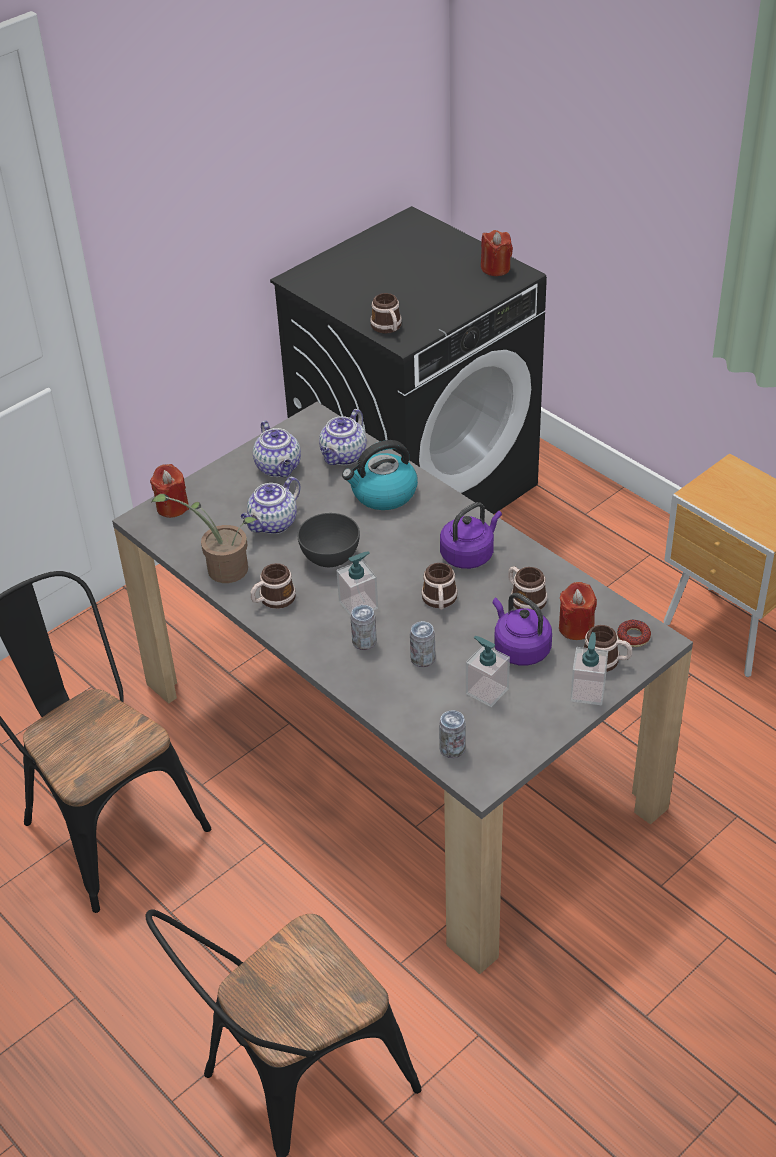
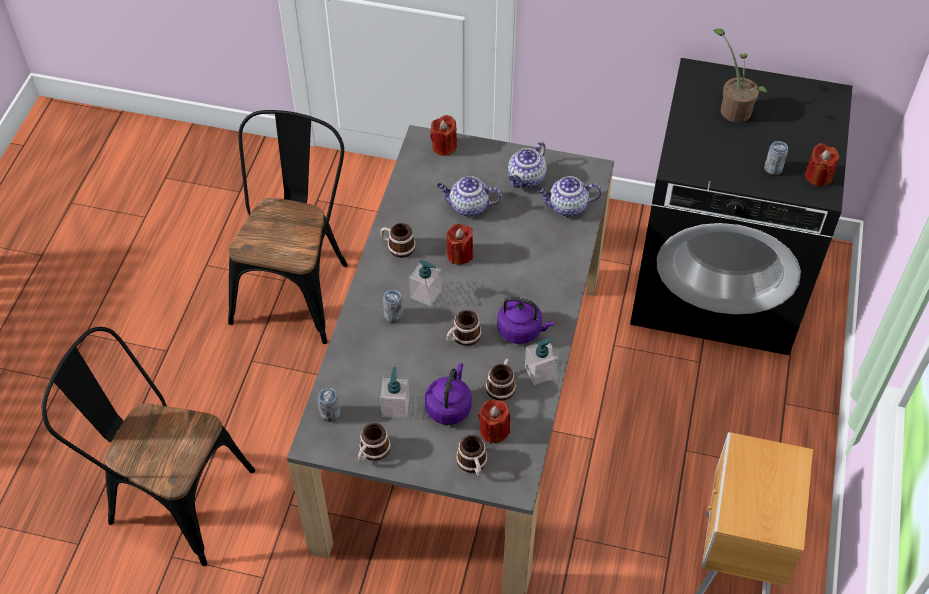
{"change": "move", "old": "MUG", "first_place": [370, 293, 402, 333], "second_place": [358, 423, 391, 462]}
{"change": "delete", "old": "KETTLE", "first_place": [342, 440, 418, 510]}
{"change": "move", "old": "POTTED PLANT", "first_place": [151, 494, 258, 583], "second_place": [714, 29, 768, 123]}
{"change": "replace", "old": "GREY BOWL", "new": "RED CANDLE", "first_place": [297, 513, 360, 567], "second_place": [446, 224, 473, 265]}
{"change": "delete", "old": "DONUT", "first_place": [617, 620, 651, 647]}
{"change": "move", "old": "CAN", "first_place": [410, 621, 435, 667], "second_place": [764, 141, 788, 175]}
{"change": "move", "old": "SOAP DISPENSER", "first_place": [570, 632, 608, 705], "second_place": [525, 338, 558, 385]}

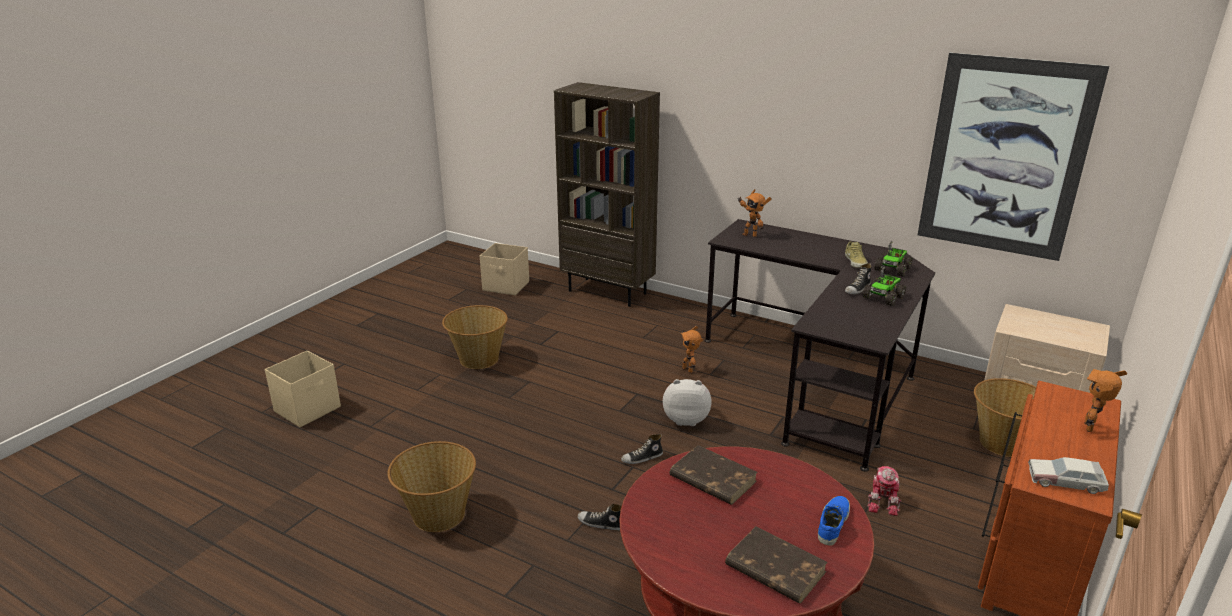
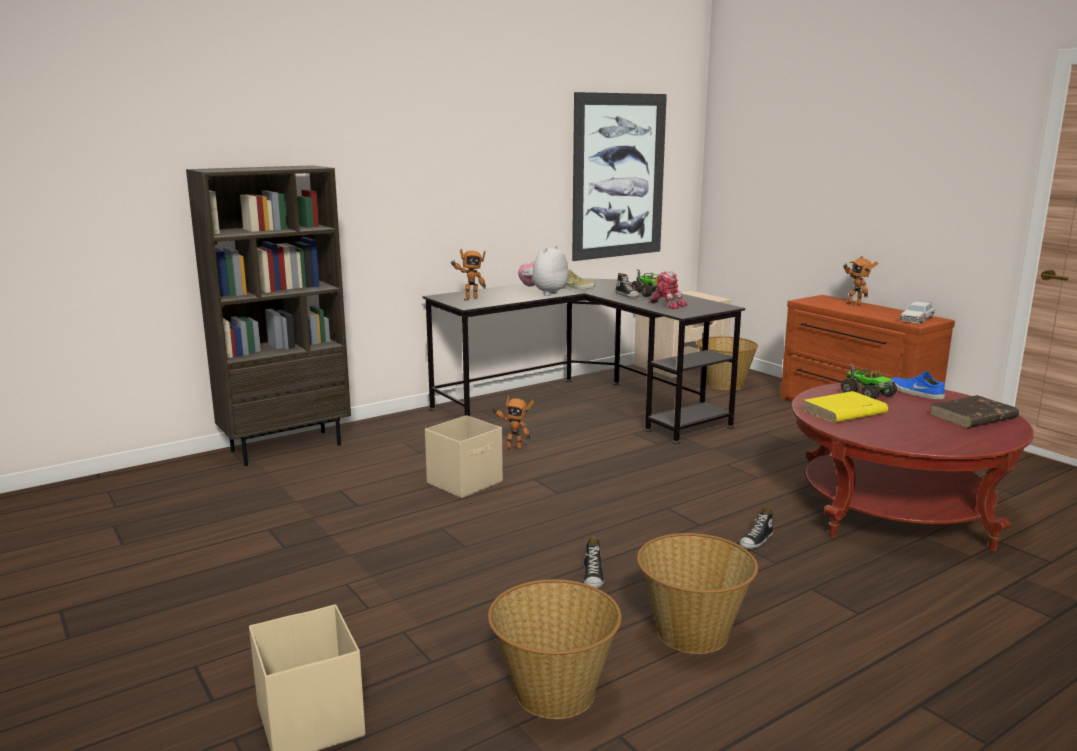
{"change": "move", "old": "TOY TRUCK", "first_place": [874, 241, 913, 277], "second_place": [841, 364, 897, 399]}
{"change": "move", "old": "BEIGE STORAGE BOX", "first_place": [480, 243, 529, 295], "second_place": [425, 415, 503, 498]}
{"change": "move", "old": "BASKET", "first_place": [442, 305, 508, 369], "second_place": [488, 579, 622, 719]}
{"change": "move", "old": "PLUSH TOY", "first_place": [663, 379, 712, 426], "second_place": [518, 245, 568, 296]}
{"change": "move", "old": "SHOE", "first_place": [621, 434, 663, 464], "second_place": [583, 536, 604, 588]}
{"change": "recolor", "old": "BROWN BOOK", "new": "YELLOW BOOK", "first_place": [669, 445, 758, 505], "second_place": [803, 391, 888, 423]}
{"change": "move", "old": "TOY ROBOT", "first_place": [867, 466, 901, 516], "second_place": [649, 271, 688, 309]}

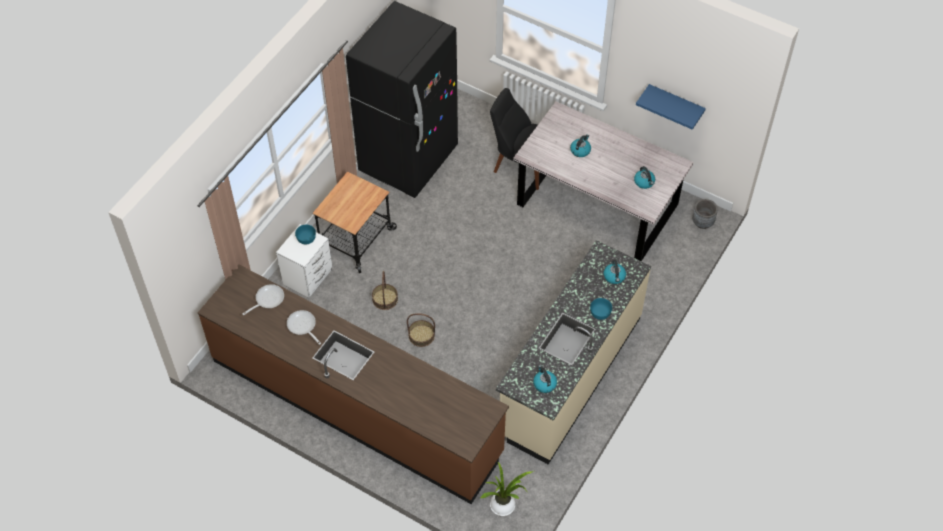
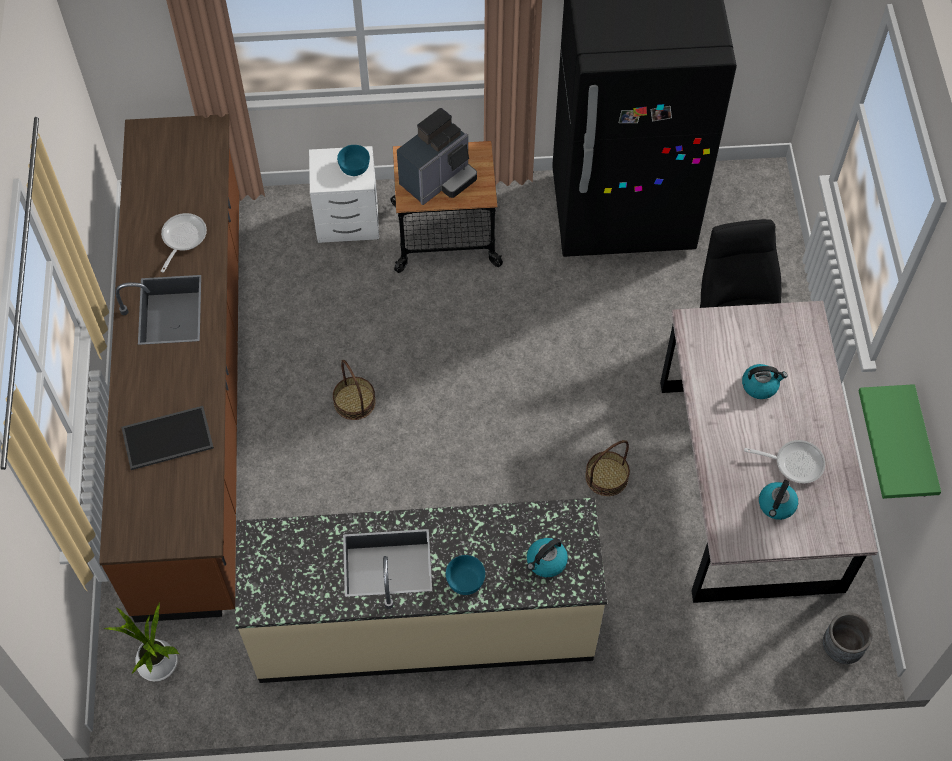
{"change": "recolor", "old": "BLUE SHELF", "new": "GREEN SHELF", "first_place": [636, 84, 706, 130], "second_place": [859, 384, 941, 499]}
{"change": "move", "old": "BASKET", "first_place": [372, 271, 398, 310], "second_place": [585, 440, 630, 496]}
{"change": "move", "old": "FRYING PAN", "first_place": [243, 284, 284, 315], "second_place": [744, 440, 825, 483]}
{"change": "delete", "old": "KETTLE", "first_place": [533, 365, 557, 393]}
{"change": "insert", "new": "COFFEE MACHINE", "second_place": [397, 108, 477, 205]}
{"change": "insert", "new": "TRAY", "second_place": [121, 406, 214, 470]}

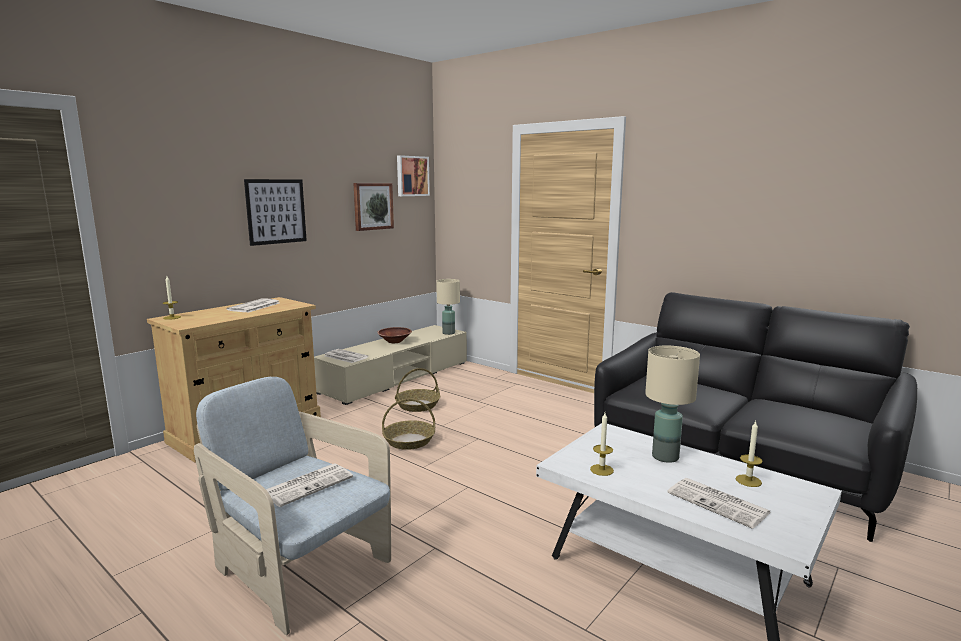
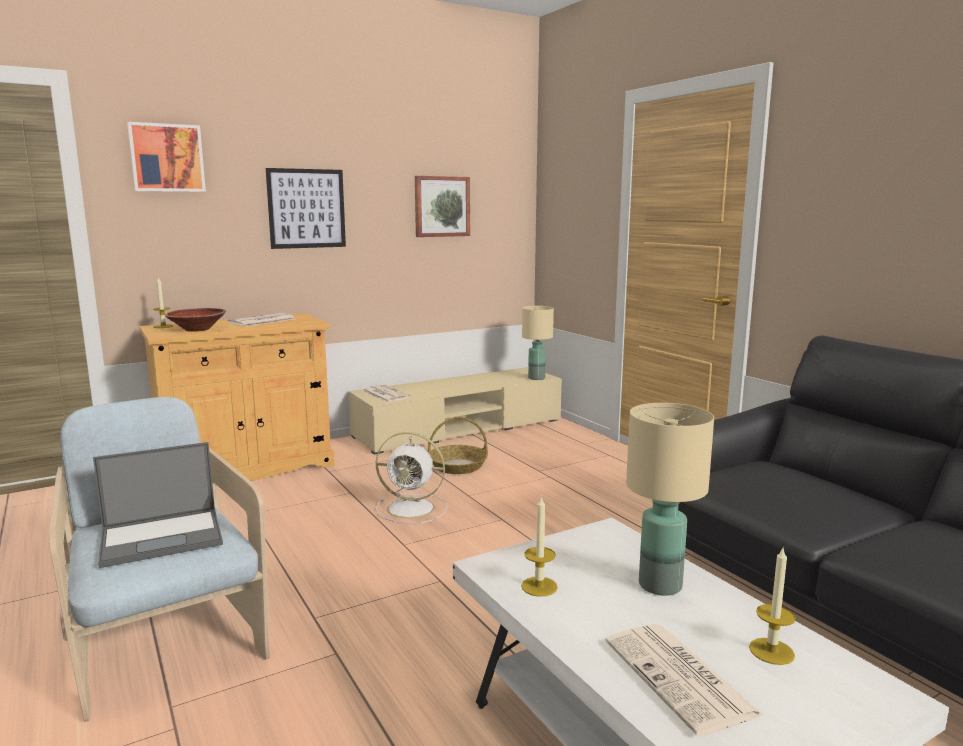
{"change": "move", "old": "PICTURE", "first_place": [397, 155, 430, 196], "second_place": [127, 122, 206, 192]}
{"change": "move", "old": "BROWN BOWL", "first_place": [377, 327, 412, 343], "second_place": [165, 308, 226, 332]}
{"change": "replace", "old": "BASKET", "new": "WHITE FAN", "first_place": [382, 398, 435, 450], "second_place": [376, 432, 448, 524]}
{"change": "replace", "old": "NEWSPAPER", "new": "LAPTOP", "first_place": [266, 463, 353, 507], "second_place": [93, 442, 223, 568]}

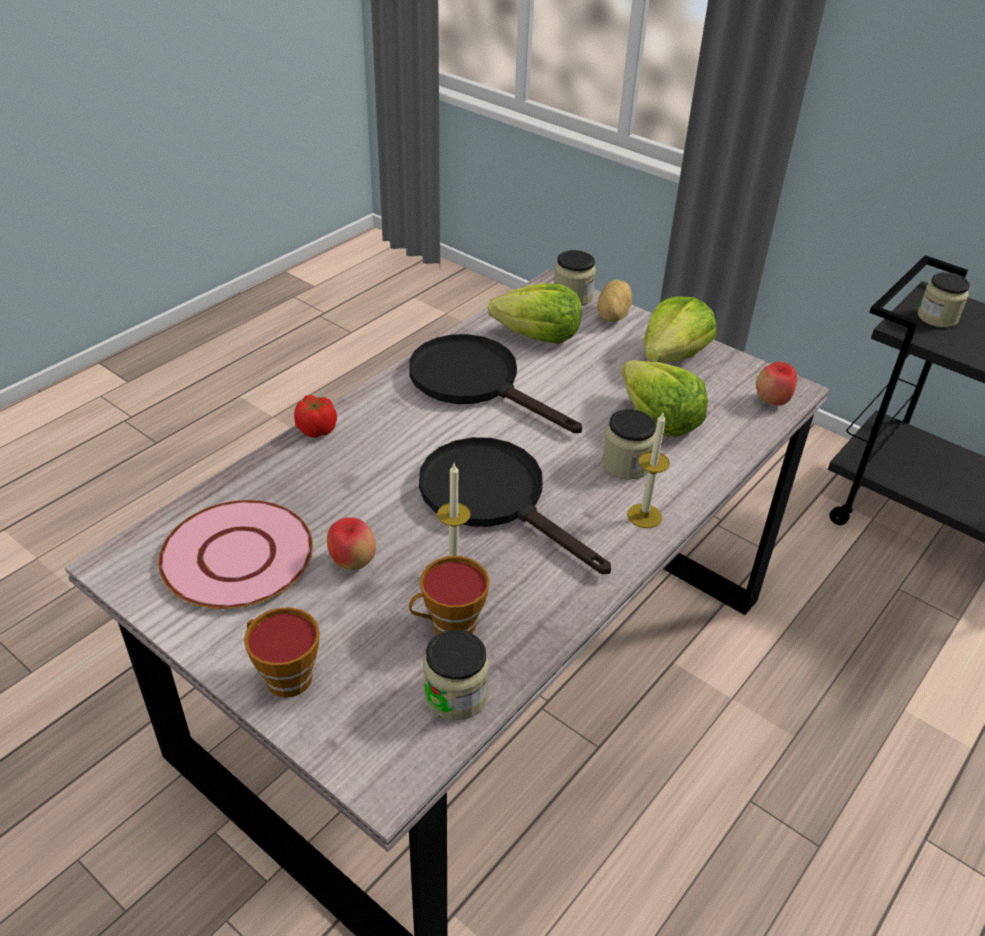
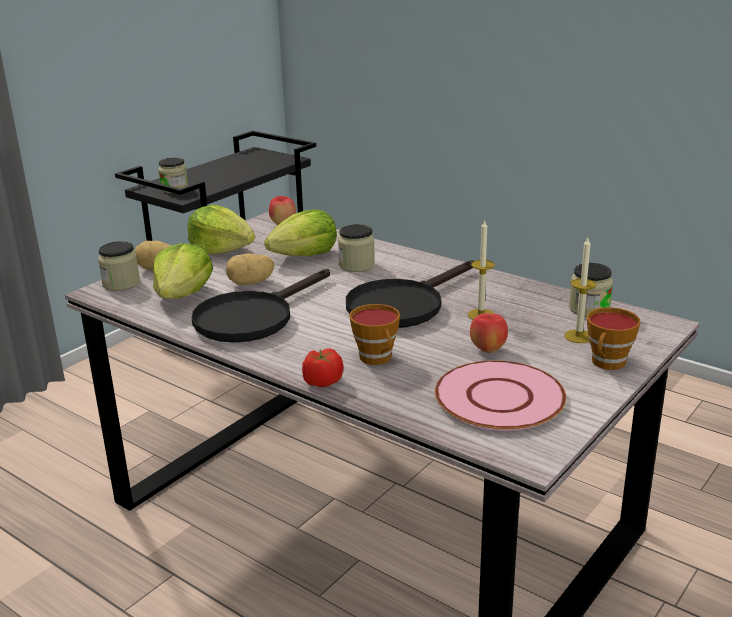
{"change": "move", "old": "CANDLE", "first_place": [627, 413, 670, 528], "second_place": [564, 238, 596, 343]}
{"change": "move", "old": "CUP", "first_place": [409, 556, 490, 634], "second_place": [349, 304, 400, 365]}
{"change": "insert", "new": "POTATO", "second_place": [226, 253, 274, 285]}

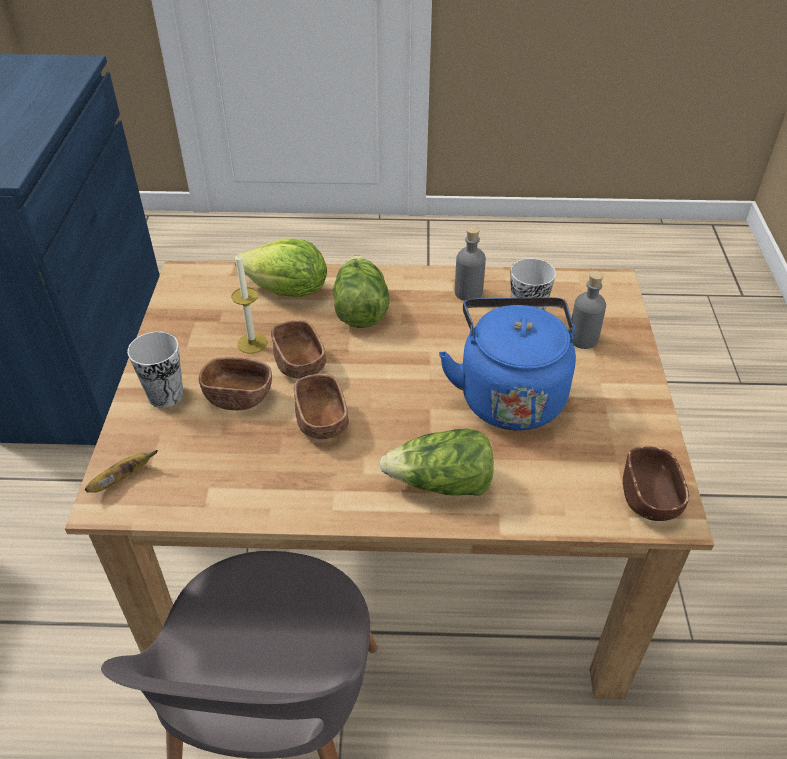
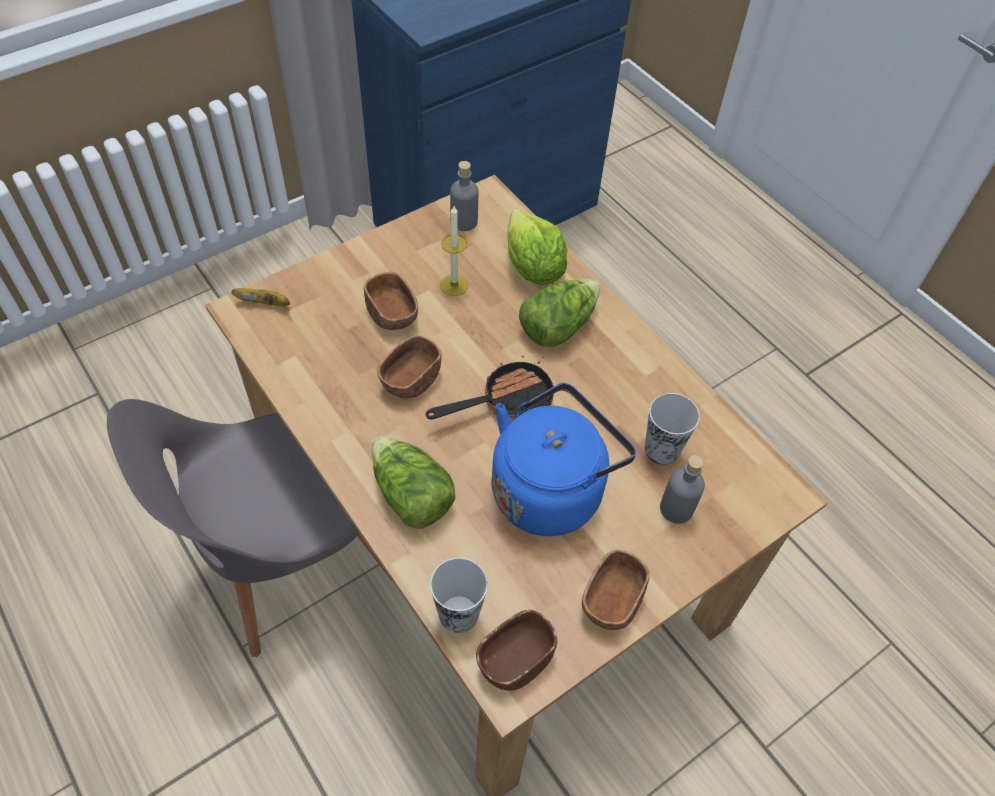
{"change": "move", "old": "GREY BOTTLE", "first_place": [455, 226, 486, 301], "second_place": [450, 161, 478, 231]}
{"change": "move", "old": "BROWN BOWL", "first_place": [271, 320, 326, 379], "second_place": [582, 550, 650, 630]}
{"change": "move", "old": "CUP", "first_place": [127, 331, 183, 408], "second_place": [430, 557, 488, 633]}
{"change": "insert", "new": "FRYING PAN", "second_place": [426, 356, 554, 421]}

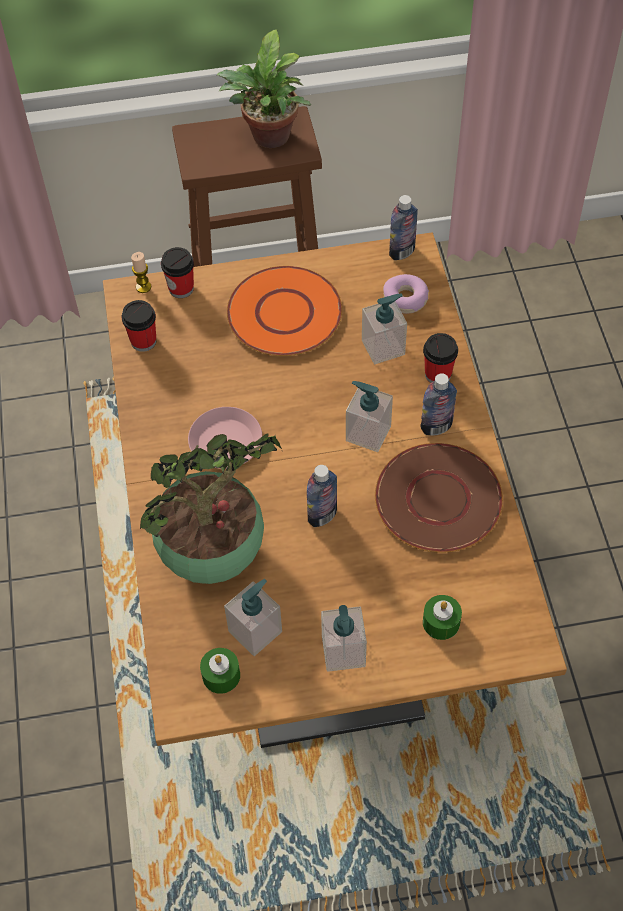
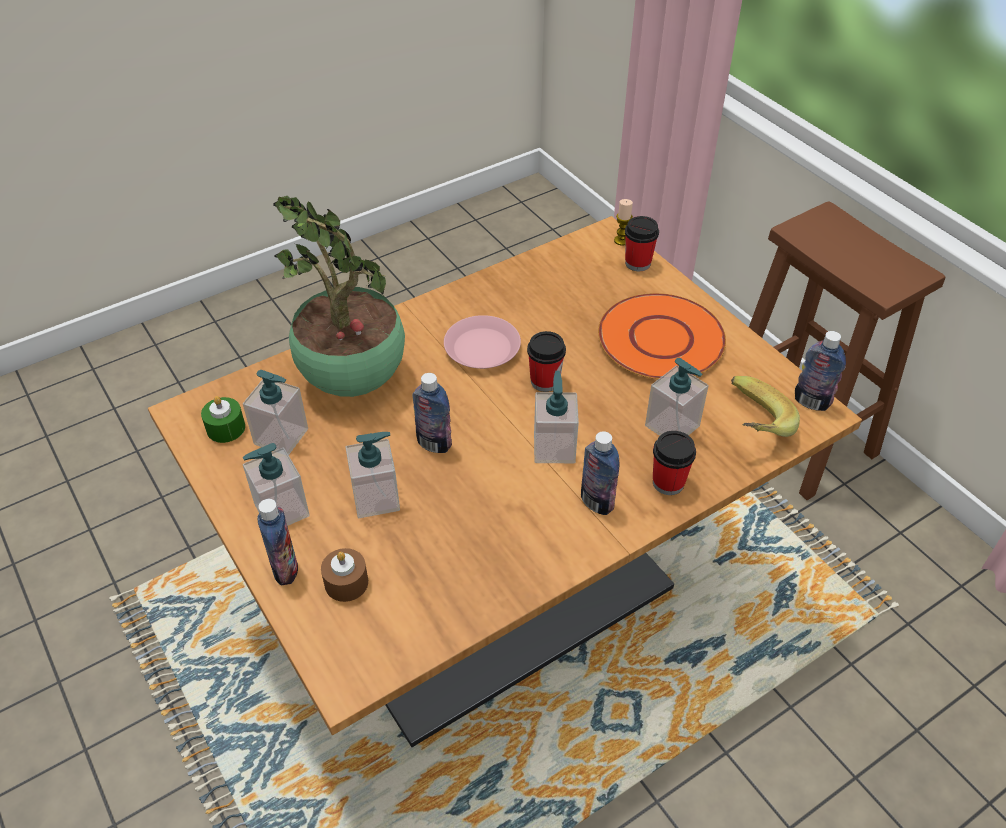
{"change": "delete", "old": "POTTED PLANT", "first_place": [217, 29, 311, 148]}
{"change": "replace", "old": "DONUT", "new": "BANANA", "first_place": [383, 274, 429, 314], "second_place": [731, 376, 800, 437]}
{"change": "move", "old": "CUP", "first_place": [121, 300, 156, 352], "second_place": [527, 331, 566, 392]}
{"change": "delete", "old": "BROWN PLATE", "first_place": [375, 443, 503, 553]}
{"change": "recolor", "old": "GREEN CANDLE", "new": "BROWN CANDLE", "first_place": [423, 595, 462, 640], "second_place": [321, 548, 368, 602]}
{"change": "insert", "new": "SOAP DISPENSER", "second_place": [345, 432, 400, 518]}
{"change": "insert", "new": "BOTTLE", "second_place": [258, 499, 298, 585]}

